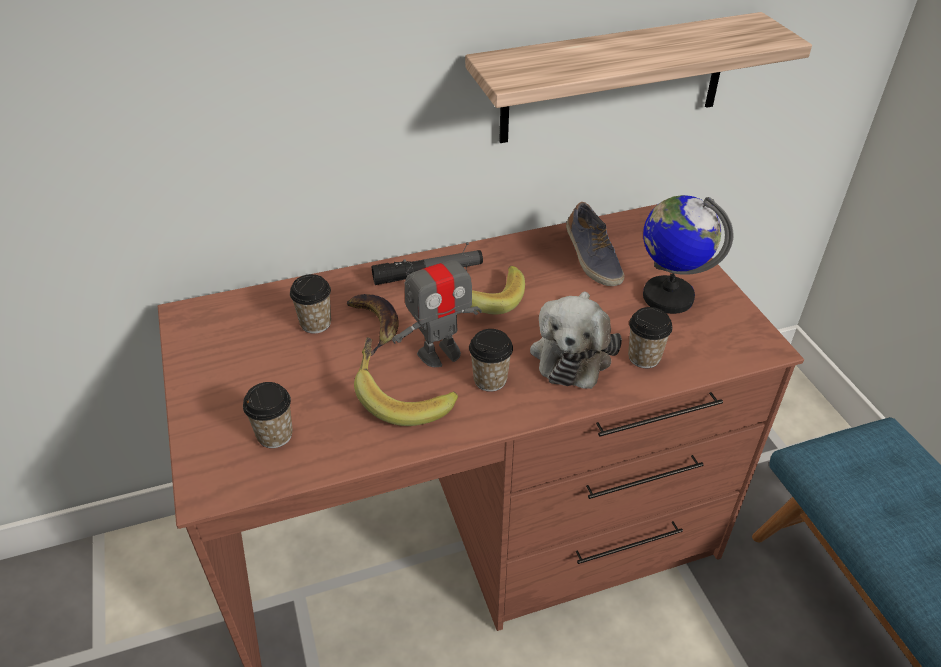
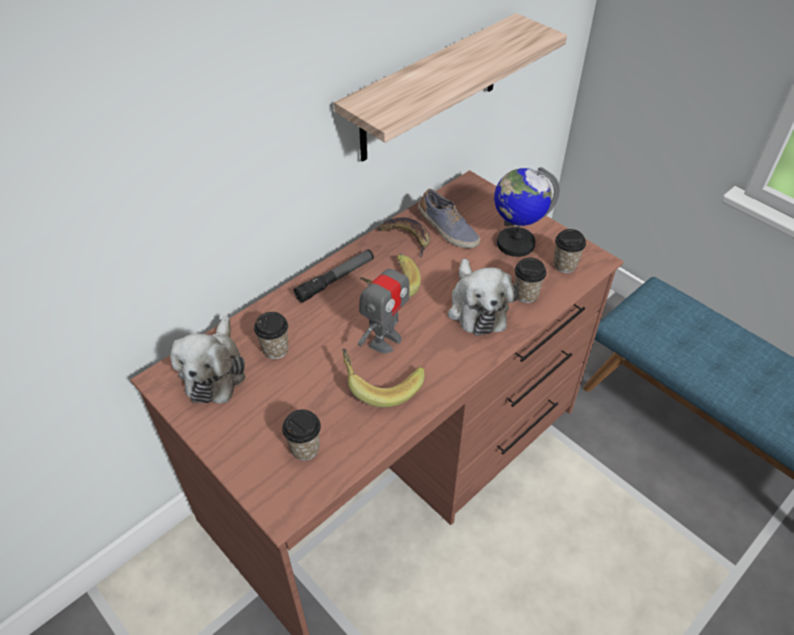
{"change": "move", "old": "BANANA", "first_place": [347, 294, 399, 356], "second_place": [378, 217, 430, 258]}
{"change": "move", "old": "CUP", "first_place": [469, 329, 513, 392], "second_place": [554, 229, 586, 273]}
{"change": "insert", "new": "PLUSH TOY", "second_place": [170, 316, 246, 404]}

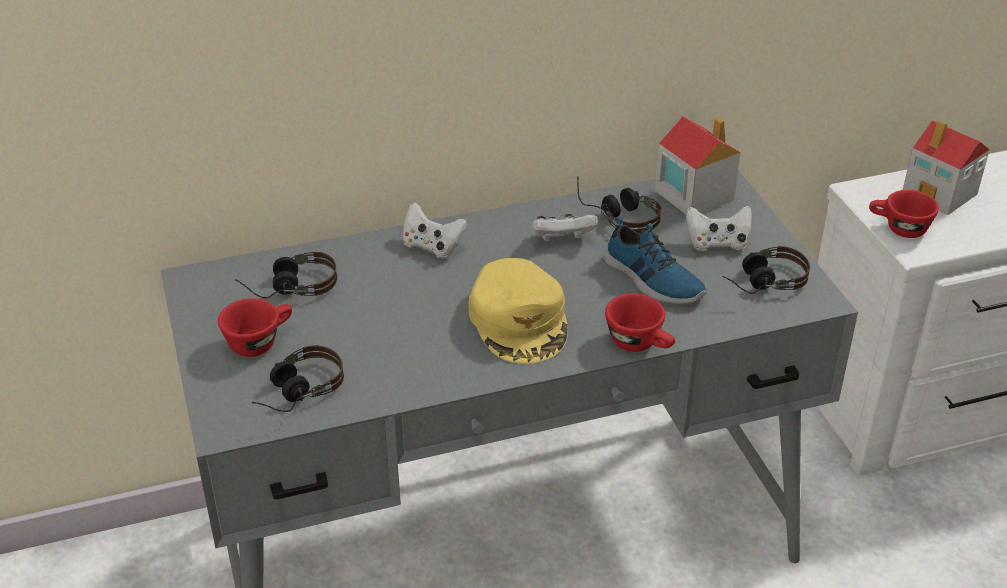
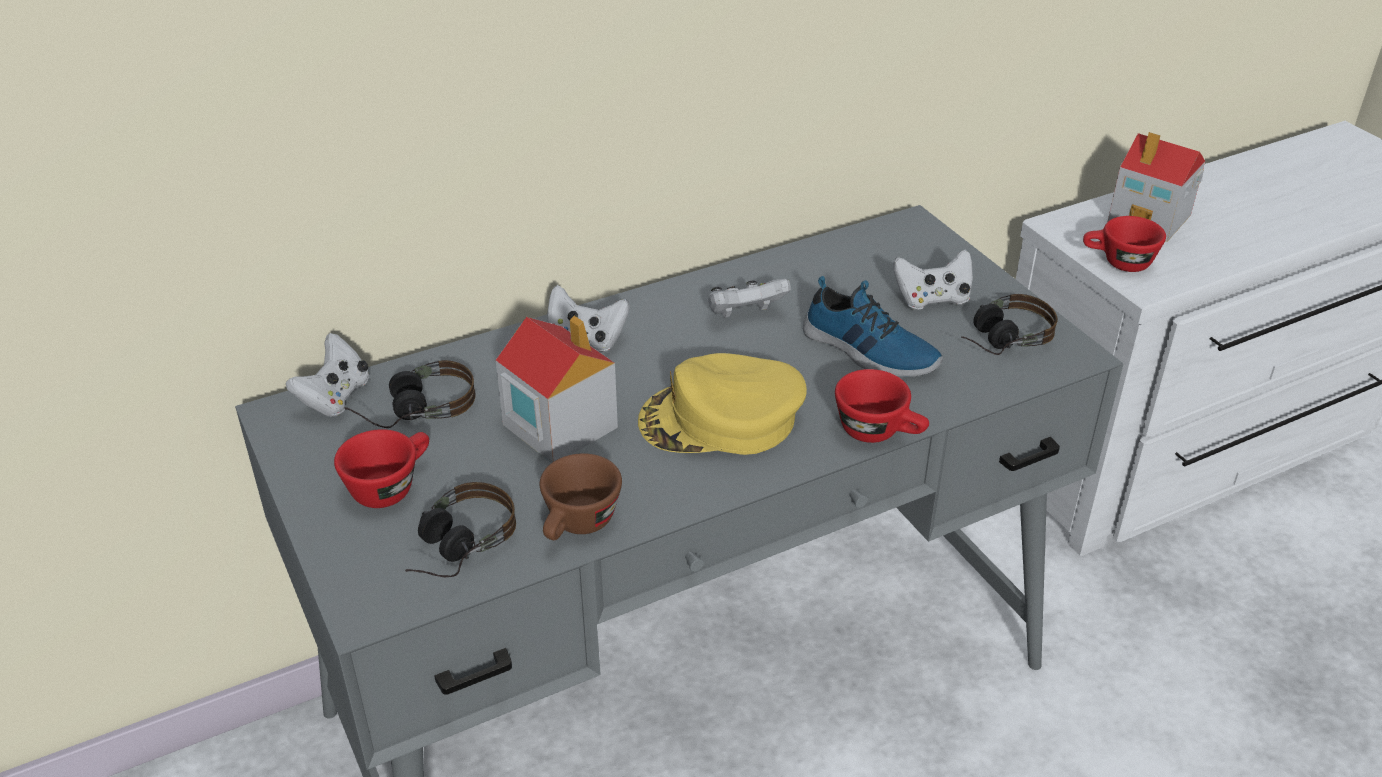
{"change": "move", "old": "TOY HOUSE", "first_place": [655, 116, 741, 214], "second_place": [496, 316, 618, 463]}
{"change": "delete", "old": "HEADPHONES", "first_place": [577, 176, 661, 233]}
{"change": "rotate", "old": "YELLOW CAP", "first_place": [469, 258, 568, 364], "second_place": [638, 353, 807, 455], "degrees": 105}
{"change": "insert", "new": "WHITE GAME CONTROLLER", "second_place": [286, 333, 369, 417]}
{"change": "insert", "new": "BROWN CUP", "second_place": [540, 453, 622, 540]}

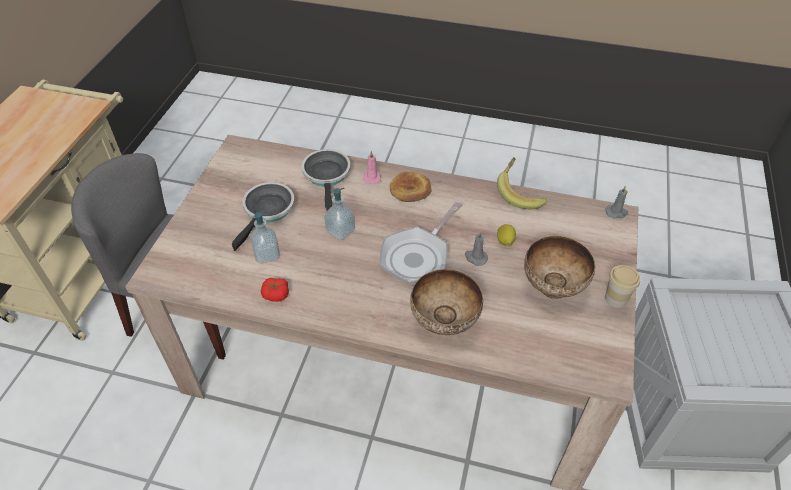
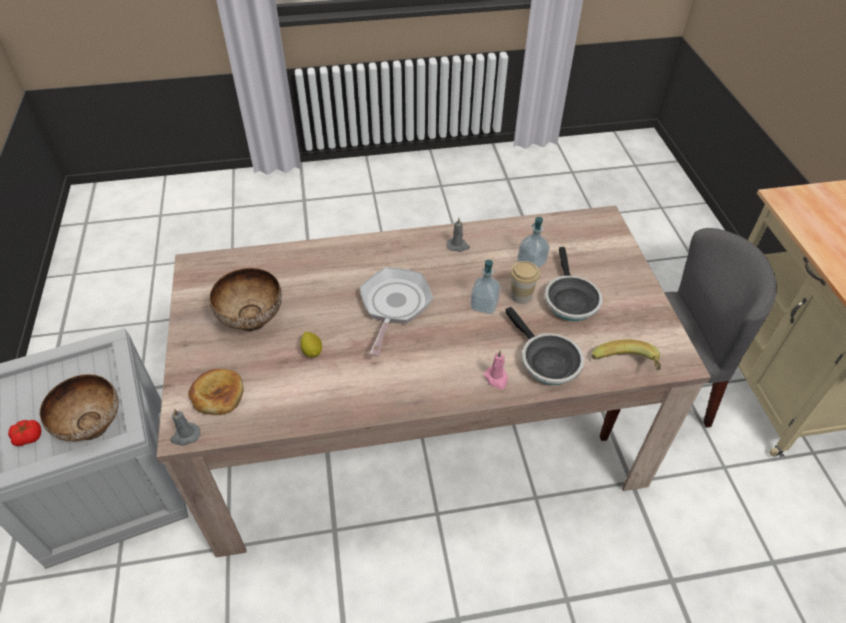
{"change": "move", "old": "BANANA", "first_place": [497, 157, 547, 209], "second_place": [591, 339, 661, 370]}
{"change": "move", "old": "BREAD", "first_place": [390, 172, 432, 202], "second_place": [188, 369, 244, 415]}
{"change": "move", "old": "GREY CANDLE", "first_place": [465, 231, 488, 266], "second_place": [447, 218, 470, 252]}
{"change": "move", "old": "CUP", "first_place": [605, 265, 640, 308], "second_place": [510, 261, 540, 304]}
{"change": "move", "old": "BOWL", "first_place": [410, 269, 483, 335], "second_place": [40, 374, 119, 441]}
{"change": "move", "old": "TOMATO", "first_place": [261, 278, 289, 302], "second_place": [8, 420, 42, 446]}

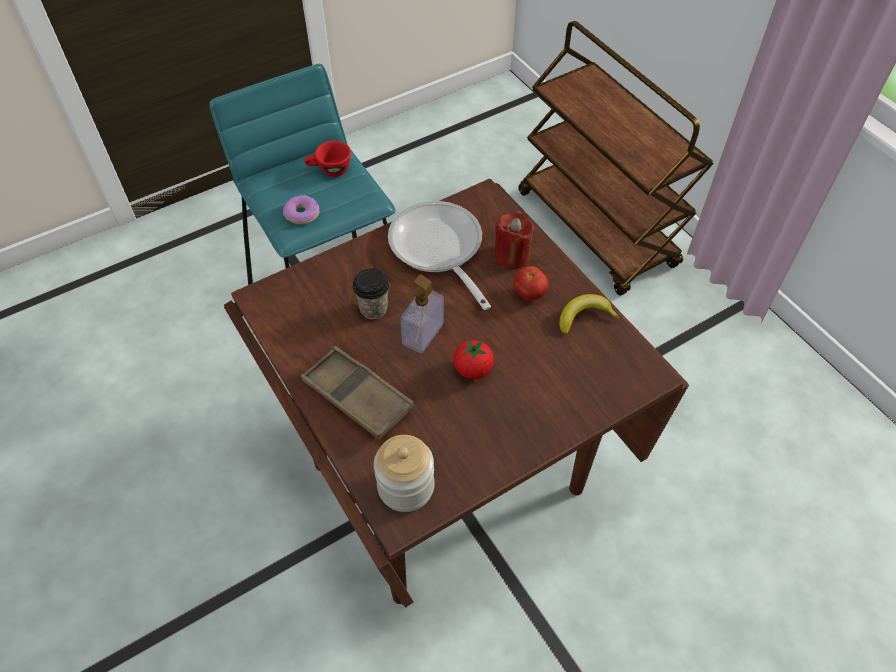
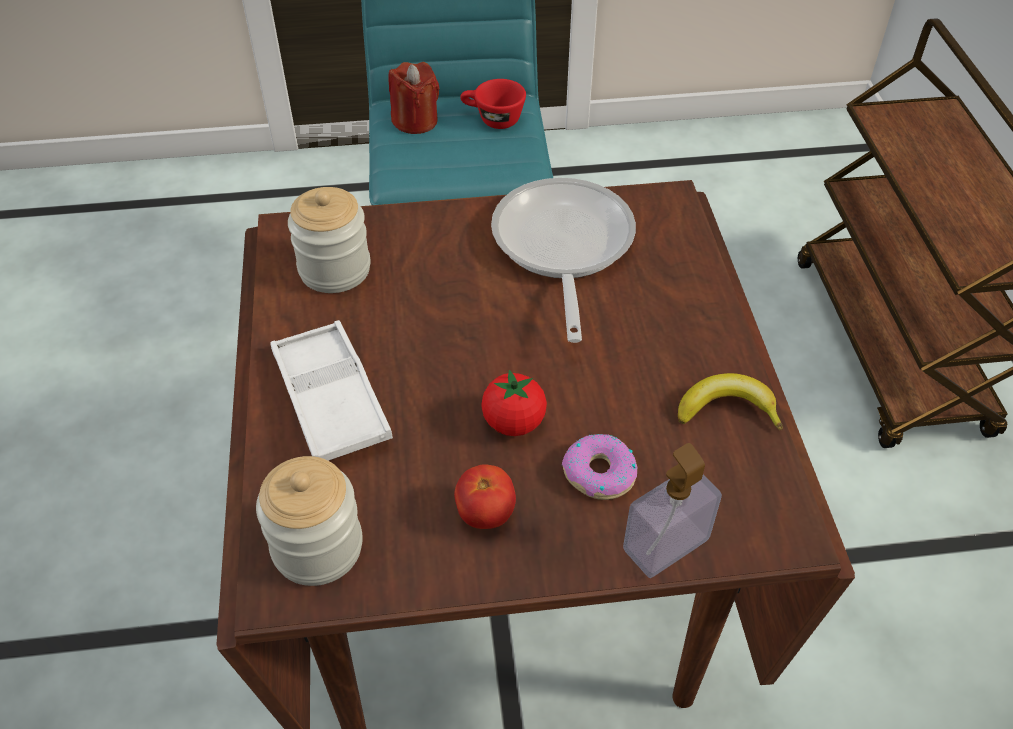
{"change": "move", "old": "DONUT", "first_place": [283, 195, 319, 224], "second_place": [562, 434, 637, 500]}
{"change": "move", "old": "RED CANDLE", "first_place": [494, 211, 535, 269], "second_place": [388, 62, 440, 134]}
{"change": "move", "old": "TOMATO", "first_place": [514, 266, 549, 301], "second_place": [454, 464, 516, 529]}
{"change": "delete", "old": "CUP", "first_place": [352, 268, 389, 319]}
{"change": "move", "old": "SOAP DISPENSER", "first_place": [400, 274, 444, 353], "second_place": [623, 443, 722, 578]}
{"change": "recolor", "old": "BROWN TRAY", "new": "WHITE TRAY", "first_place": [301, 346, 414, 440], "second_place": [270, 320, 393, 461]}
{"change": "insert", "new": "JAR", "second_place": [288, 187, 370, 293]}

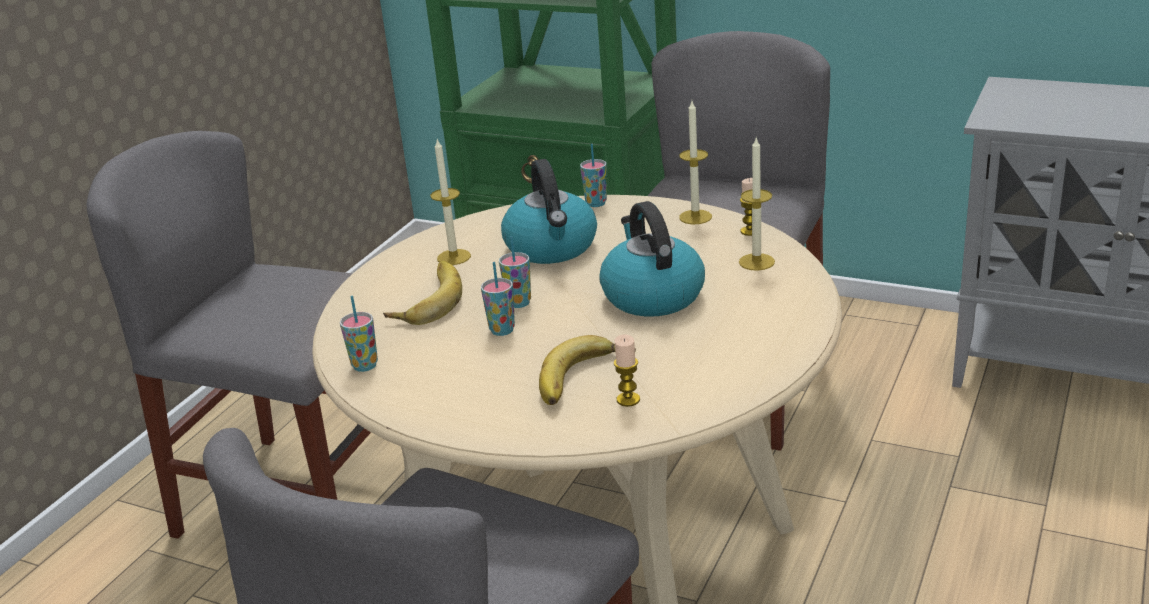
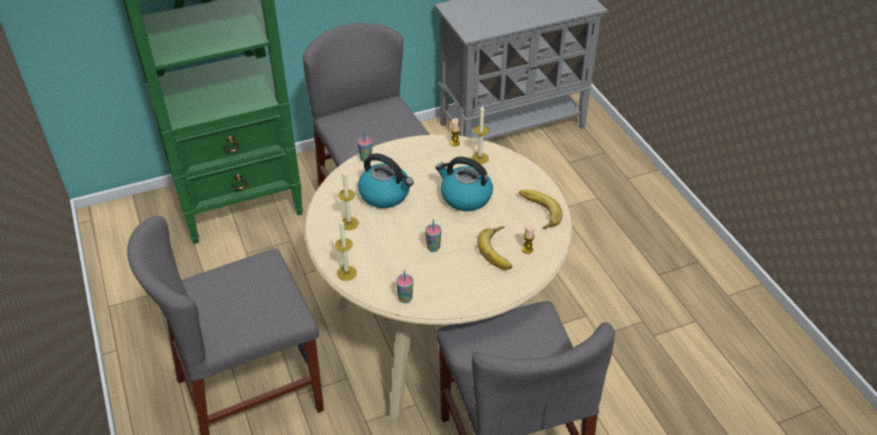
{"change": "move", "old": "CANDLE", "first_place": [679, 101, 712, 224], "second_place": [335, 220, 357, 281]}
{"change": "delete", "old": "CUP", "first_place": [499, 236, 531, 308]}
{"change": "move", "old": "BANANA", "first_place": [383, 261, 462, 325], "second_place": [519, 190, 562, 229]}

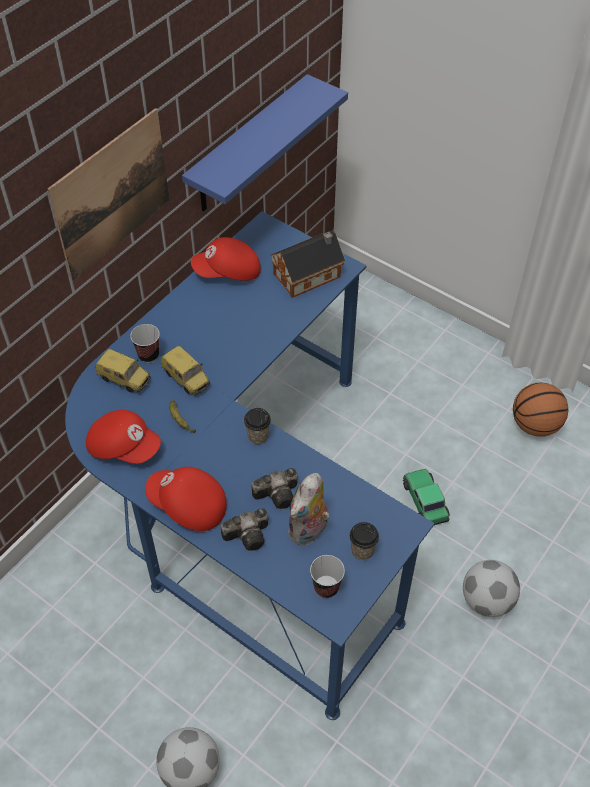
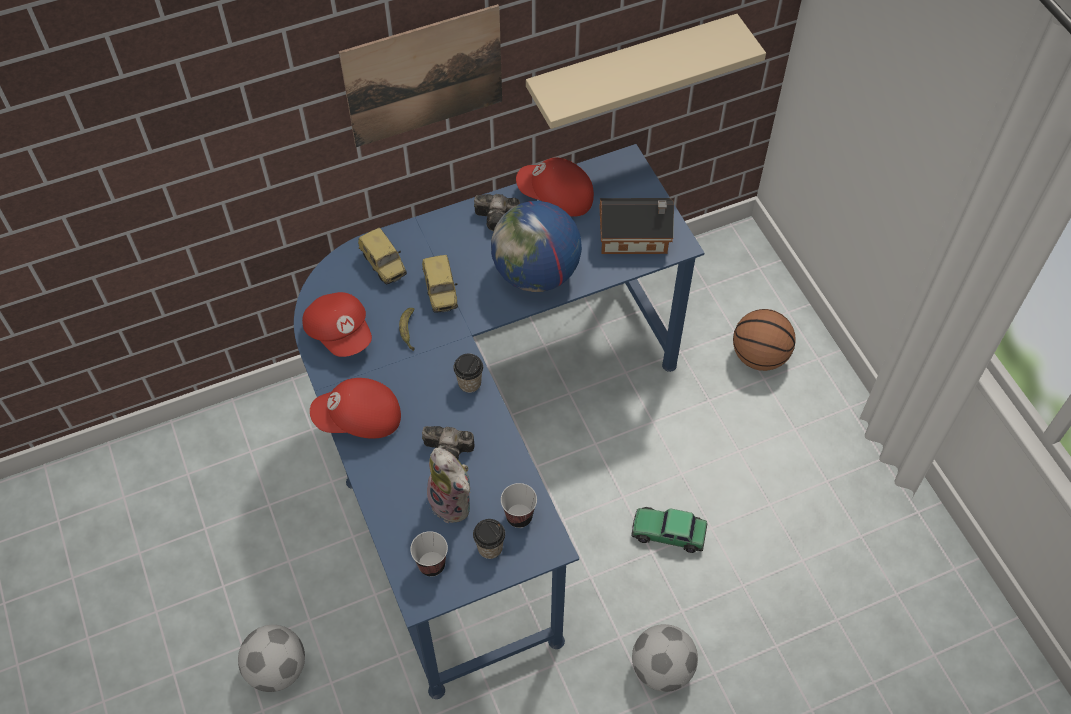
{"change": "recolor", "old": "BLUE SHELF", "new": "BEIGE SHELF", "first_place": [182, 74, 348, 212], "second_place": [526, 14, 766, 129]}
{"change": "move", "old": "CUP", "first_place": [130, 324, 160, 363], "second_place": [501, 483, 537, 528]}
{"change": "move", "old": "BASKETBALL", "first_place": [513, 382, 568, 437], "second_place": [733, 309, 796, 371]}
{"change": "rotate", "old": "RED CAP", "first_place": [145, 467, 227, 531], "second_place": [310, 378, 401, 439], "degrees": -60}
{"change": "rotate", "old": "TOY CAR", "first_place": [403, 469, 450, 525], "second_place": [631, 507, 707, 553], "degrees": -90}
{"change": "rotate", "old": "PLUSH TOY", "first_place": [288, 473, 330, 546], "second_place": [426, 448, 471, 524], "degrees": -105}
{"change": "move", "old": "PHOTO CAMERA", "first_place": [221, 508, 269, 551], "second_place": [474, 194, 520, 232]}
{"change": "insert", "new": "GLOBE", "second_place": [491, 201, 582, 292]}

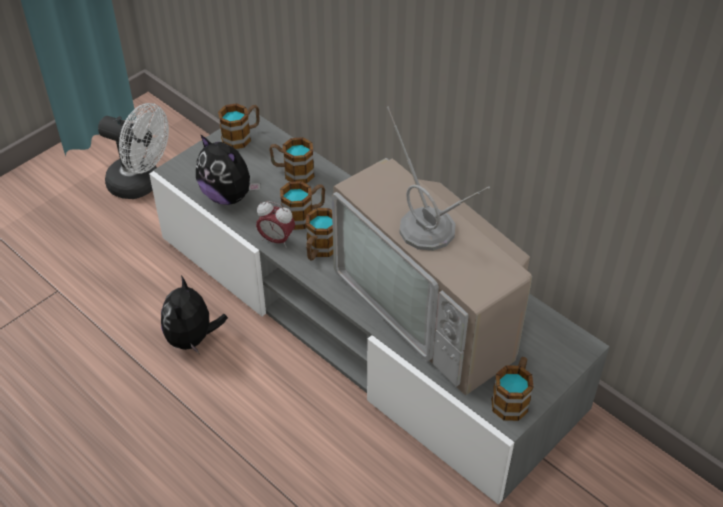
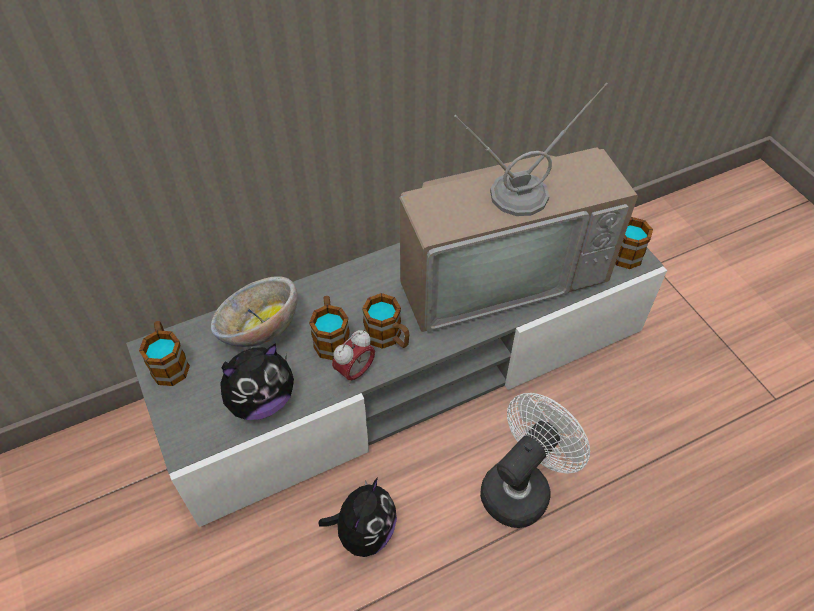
{"change": "move", "old": "WHITE FAN", "first_place": [98, 103, 169, 199], "second_place": [480, 393, 590, 528]}
{"change": "replace", "old": "MUG", "new": "BOWL", "first_place": [269, 137, 315, 183], "second_place": [211, 276, 298, 347]}
{"change": "rotate", "old": "PLUSH TOY", "first_place": [161, 275, 228, 354], "second_place": [318, 478, 397, 557], "degrees": -90}

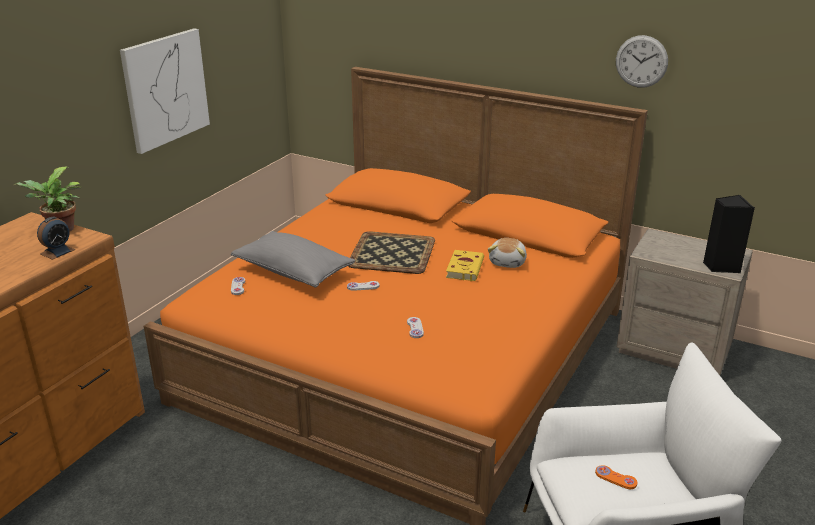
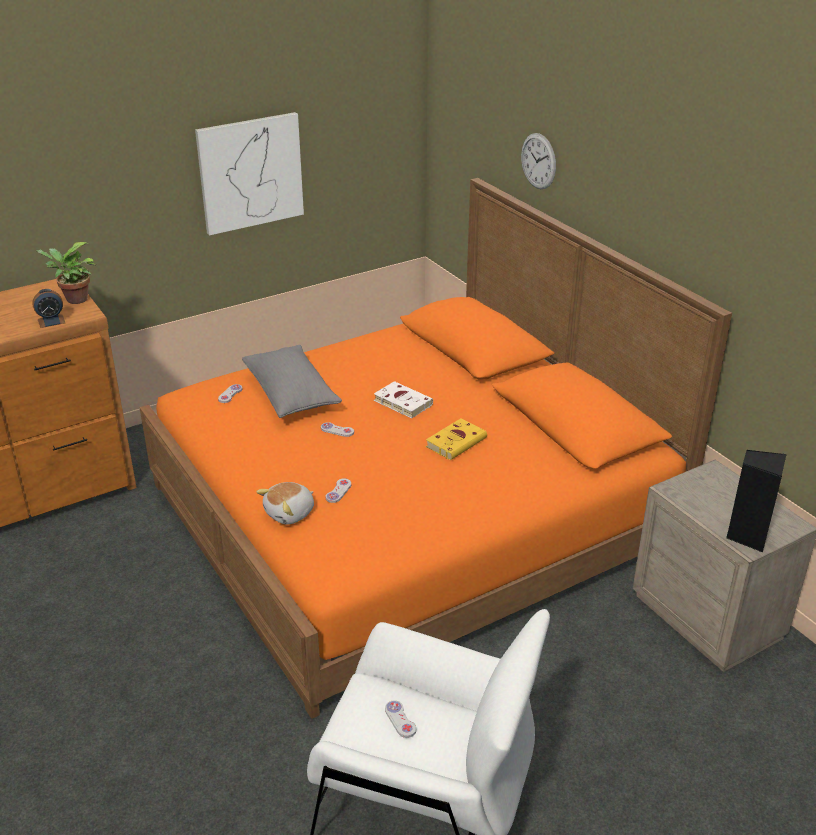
{"change": "move", "old": "WALL CLOCK", "first_place": [616, 35, 668, 88], "second_place": [521, 133, 556, 189]}
{"change": "replace", "old": "TRAY", "new": "WHITE BOOK", "first_place": [348, 231, 435, 274], "second_place": [374, 381, 433, 418]}
{"change": "move", "old": "PLUSH TOY", "first_place": [488, 238, 527, 268], "second_place": [256, 482, 314, 525]}
{"change": "recolor", "old": "ORANGE GAME CONTROLLER", "new": "WHITE GAME CONTROLLER", "first_place": [595, 465, 638, 489], "second_place": [385, 700, 416, 738]}

